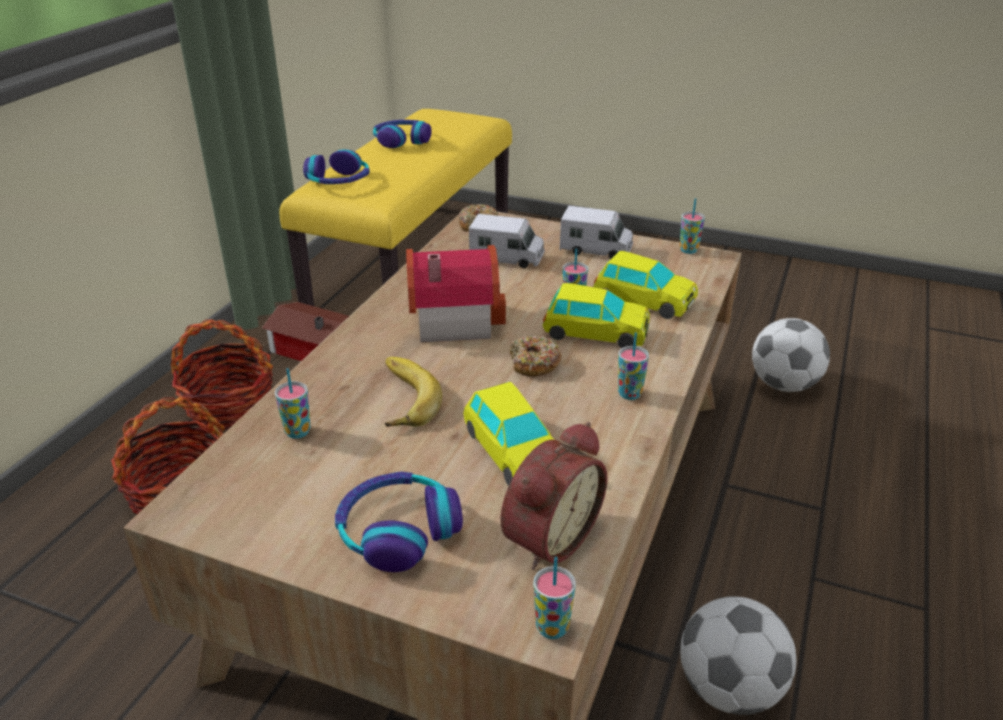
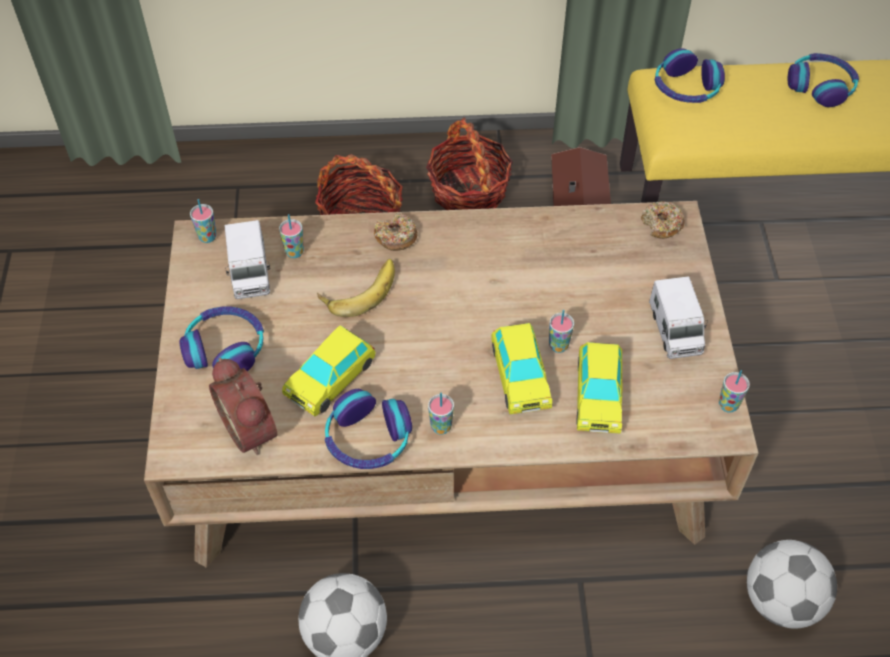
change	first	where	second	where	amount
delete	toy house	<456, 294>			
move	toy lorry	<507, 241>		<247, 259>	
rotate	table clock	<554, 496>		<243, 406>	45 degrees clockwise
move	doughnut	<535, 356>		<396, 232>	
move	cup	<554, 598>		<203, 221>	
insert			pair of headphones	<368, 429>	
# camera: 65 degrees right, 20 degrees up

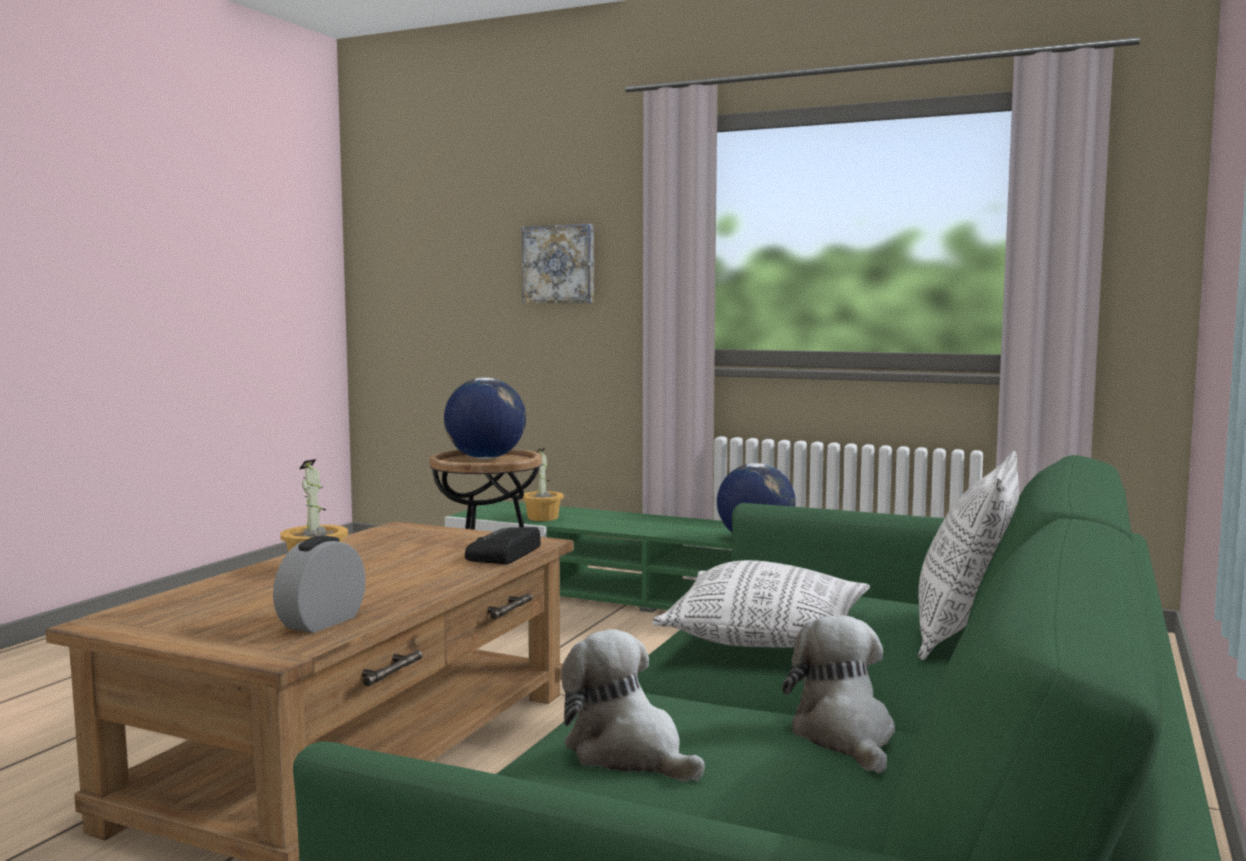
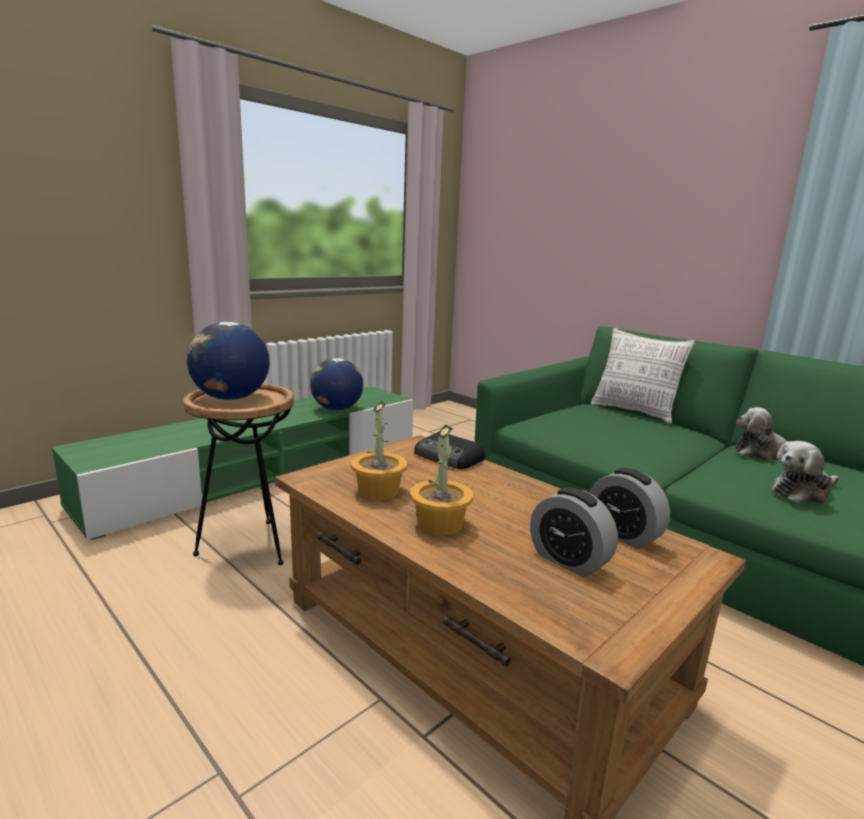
change	first	where	second	where	amount
delete	wall picture	<558, 263>			
move	plant in a pot	<543, 484>		<379, 450>	
delete	throw pillow	<761, 604>			
insert			table clock	<574, 532>	
# camera: 70 degrees left, 10 degrees up

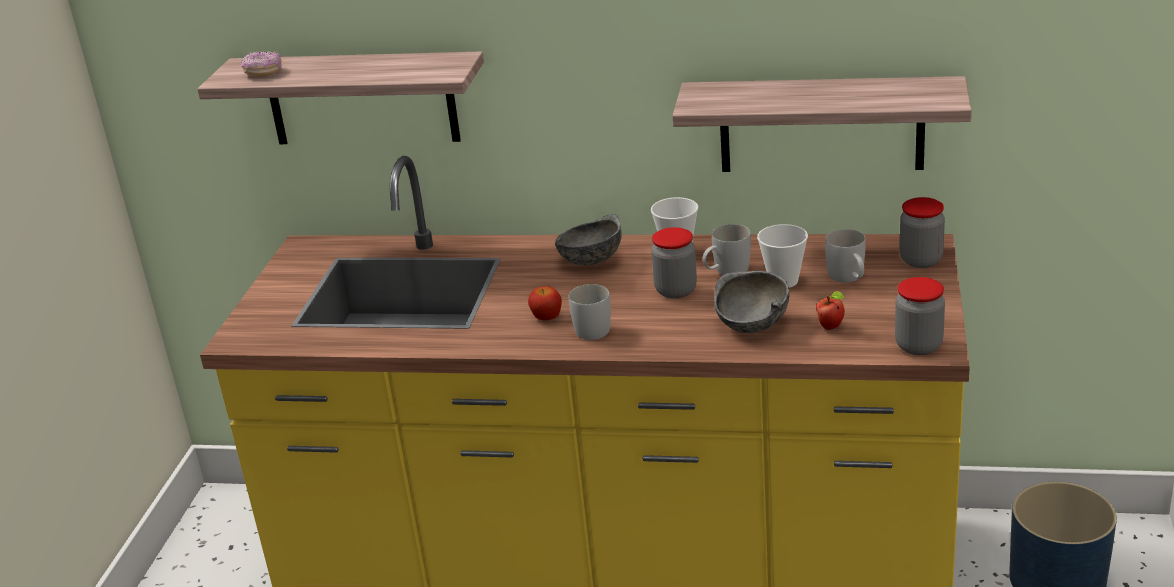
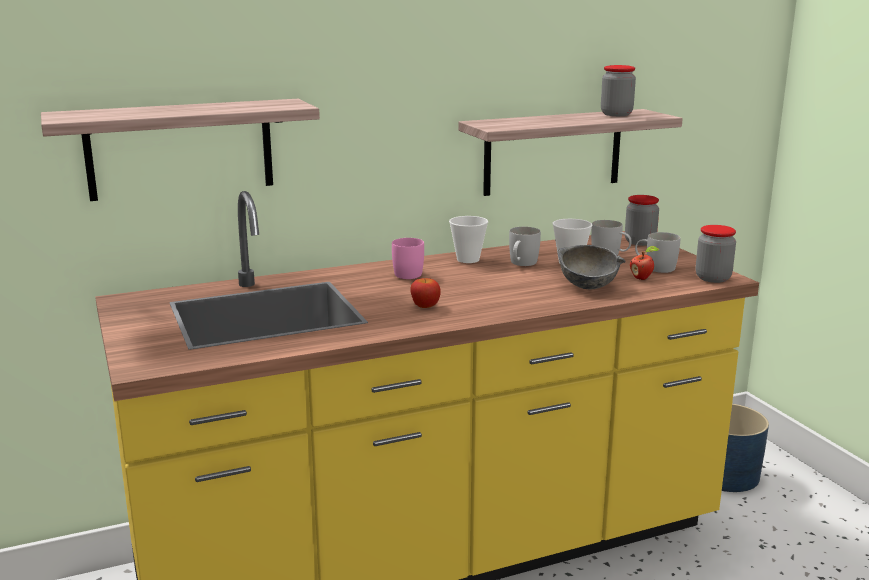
change	first	where	second	where	amount
delete	doughnut	<261, 63>			
replace	greyish bowl	<588, 240>	pink coffee mug	<408, 258>	
move	whitish coffee mug	<590, 312>		<657, 252>	
move	storage jar	<674, 263>		<618, 90>	
# camera: 35 degrees left, 10 degrees down

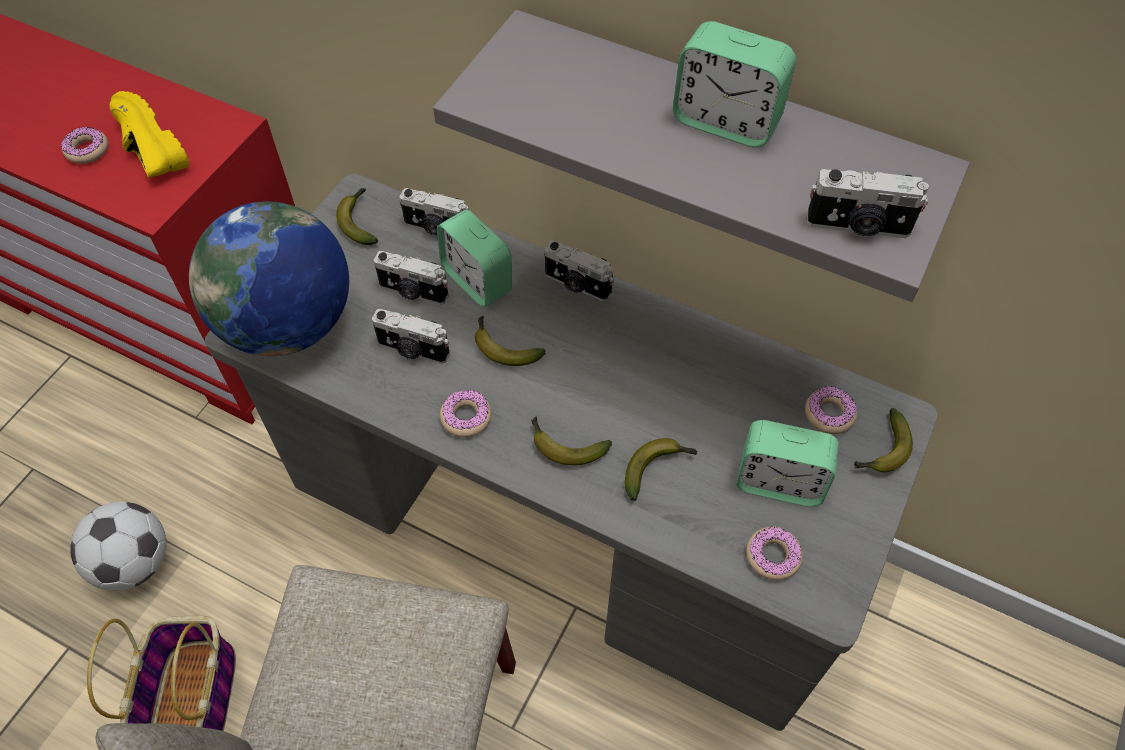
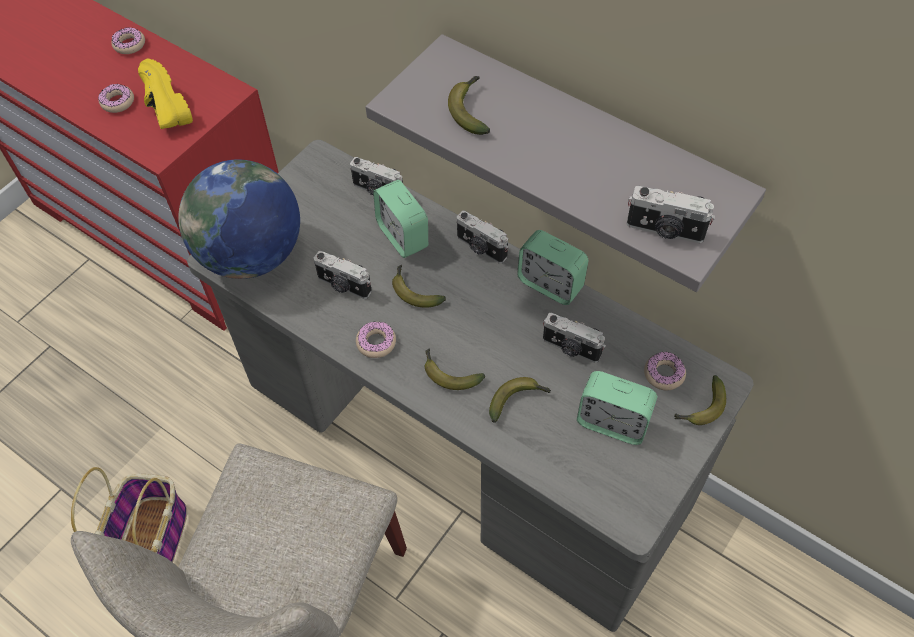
change	first	where	second	where	amount
delete	football ball	<118, 546>			
move	banana	<357, 216>		<469, 105>	
move	photo camera	<411, 278>		<574, 338>	
move	table clock	<734, 84>		<553, 267>	
move	doughnut	<774, 553>		<128, 41>	
# camera: 10 degrees right, 0 degrees up

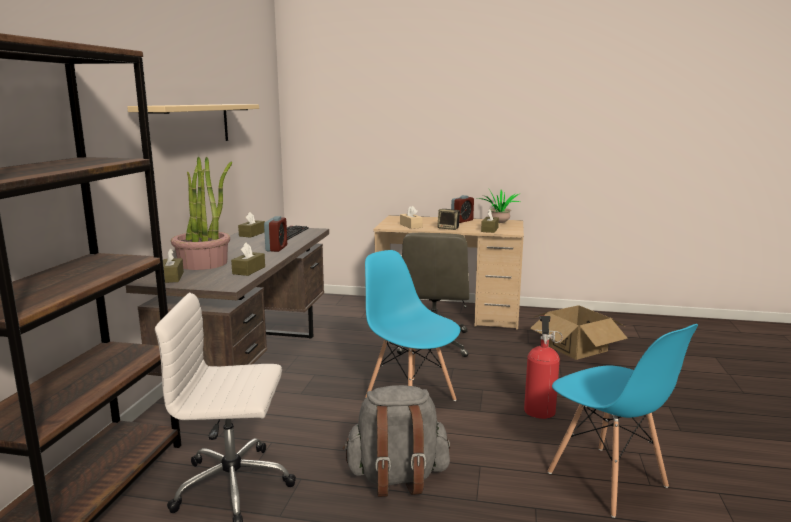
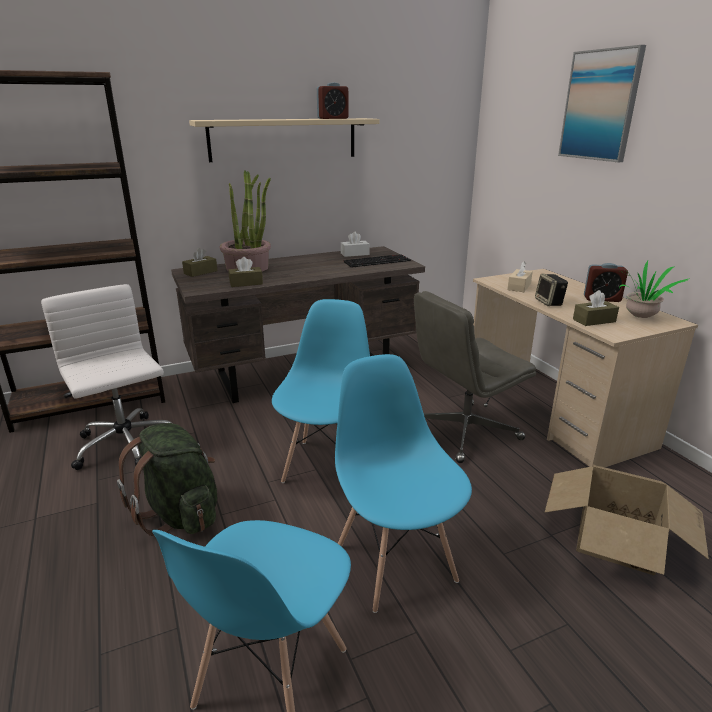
change	first	where	second	where	amount
recolor	brown-coloured tissue box	<251, 225>	whitish tissue box	<355, 244>	
move	table clock	<275, 234>		<333, 100>	
recolor	greyish backpack	<396, 441>	green-coloured backpack	<167, 479>	
replace	fire-fighting cylinder	<543, 367>	blue plain chair	<403, 483>	
insert			wall picture	<602, 103>	
# camera: 55 degrees right, 10 degrees up

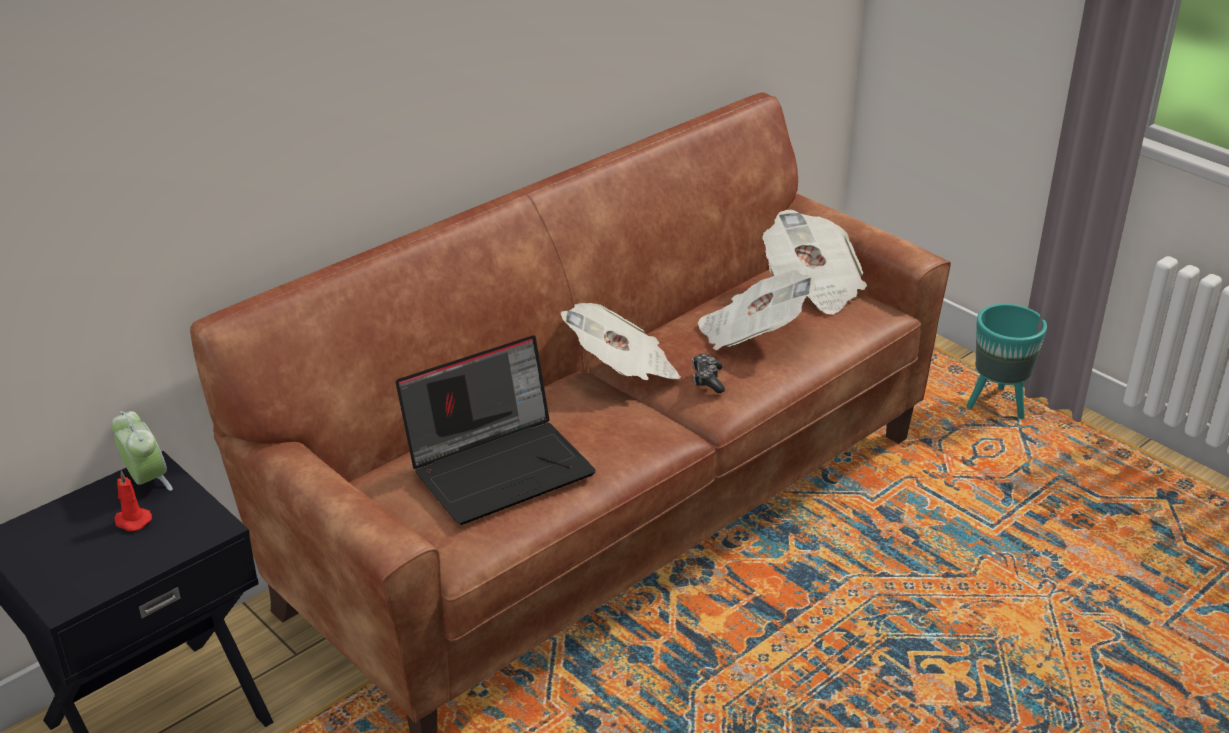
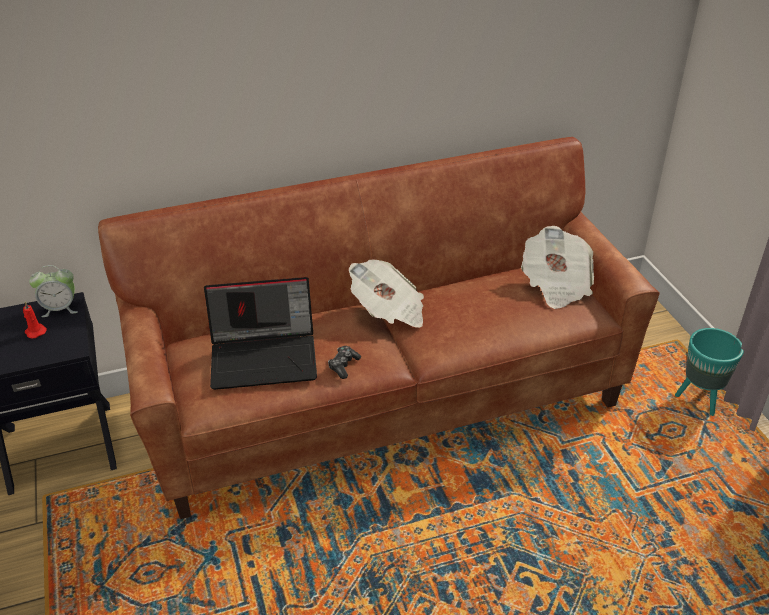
change	first	where	second	where	amount
rotate	table clock	<142, 451>		<53, 291>	90 degrees clockwise
move	gamepad	<708, 373>		<344, 362>	
delete	daily paper	<756, 310>			
# camera: 25 degrees right, 5 degrees up

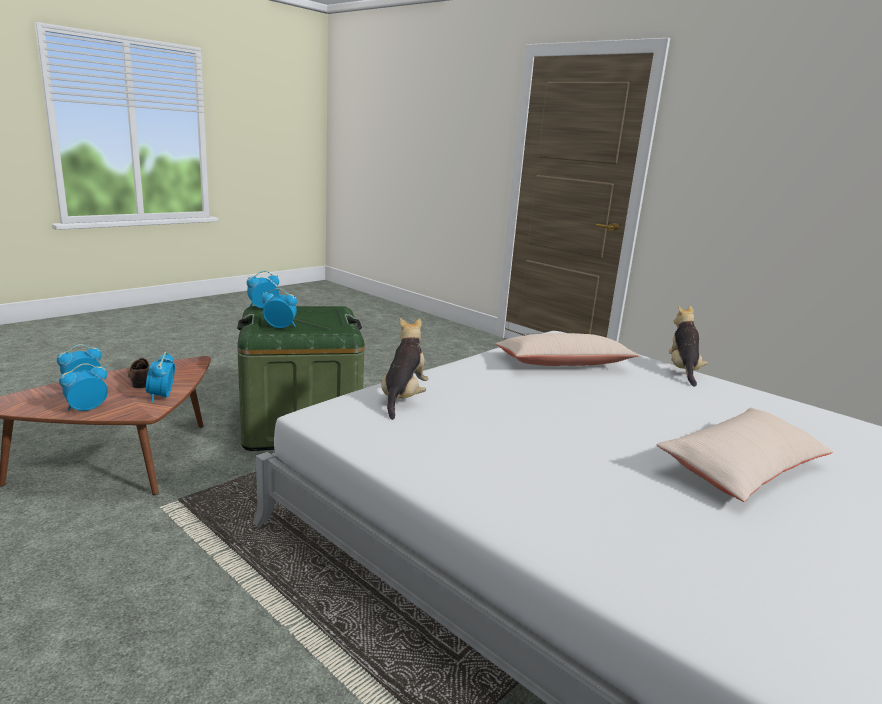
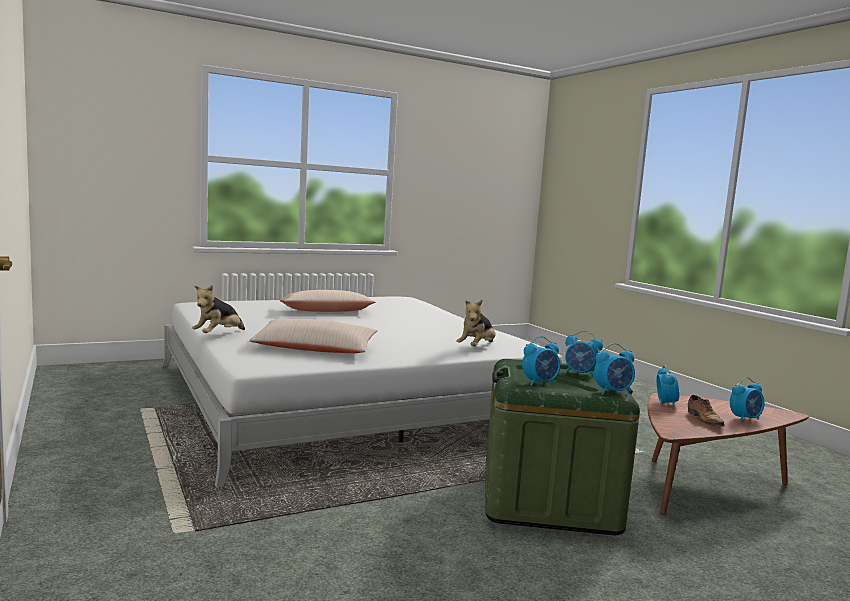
change	first	where	second	where	amount
move	table clock	<83, 387>		<541, 361>	
# camera: 160 degrees left, 10 degrees down

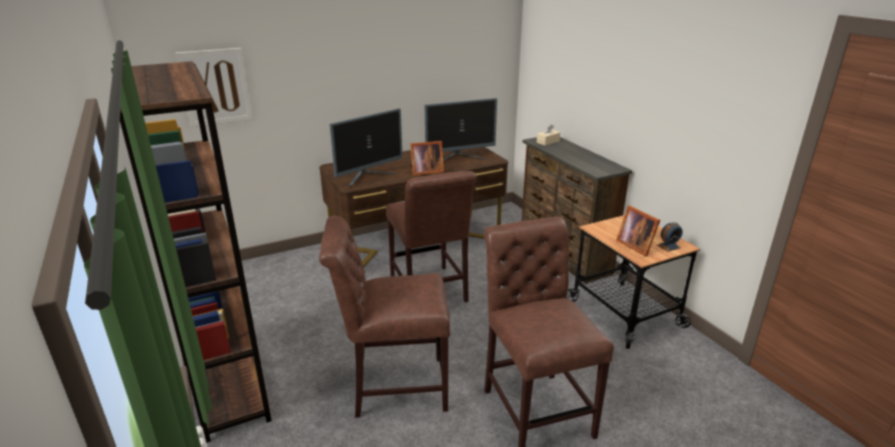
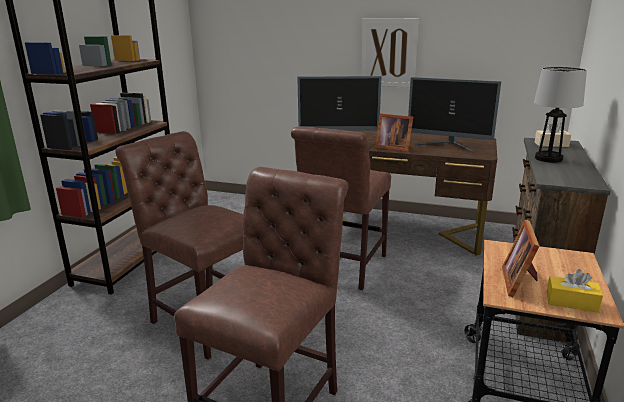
change	first	where	second	where	amount
move	wall picture	<214, 87>		<390, 53>	
replace	table clock	<670, 237>	yellowish tissue box	<574, 291>	
insert			table lamp	<560, 115>	
# camera: 45 degrees right, 5 degrees down

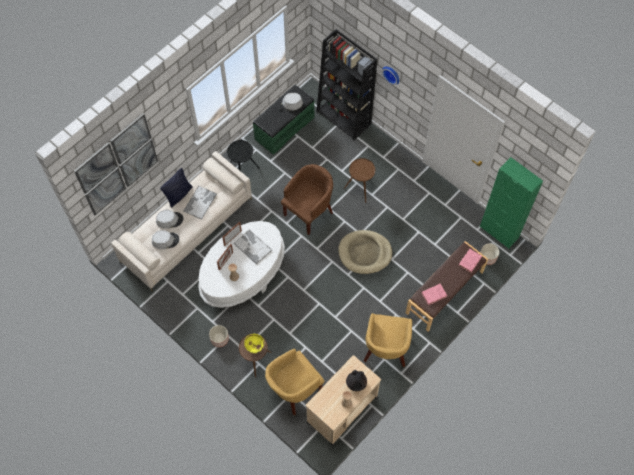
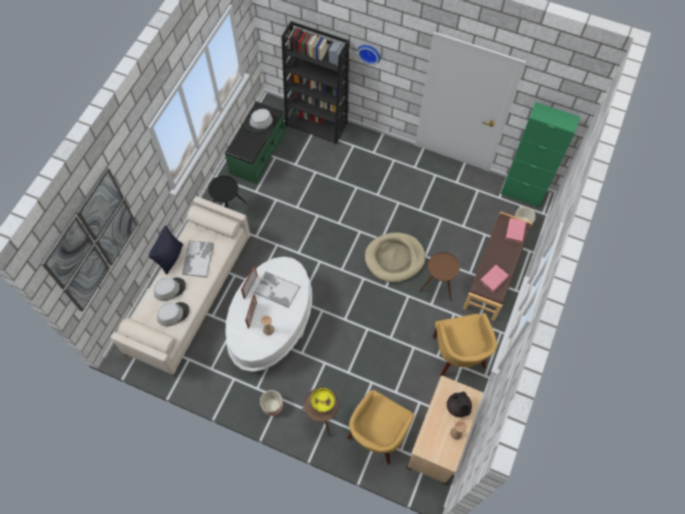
change	first	where	second	where	amount
delete	brown-coloured lounge chair	<307, 199>			
move	brown-coloured accent table	<359, 180>		<440, 276>	
# camera: 20 degrees left, 0 degrees up

